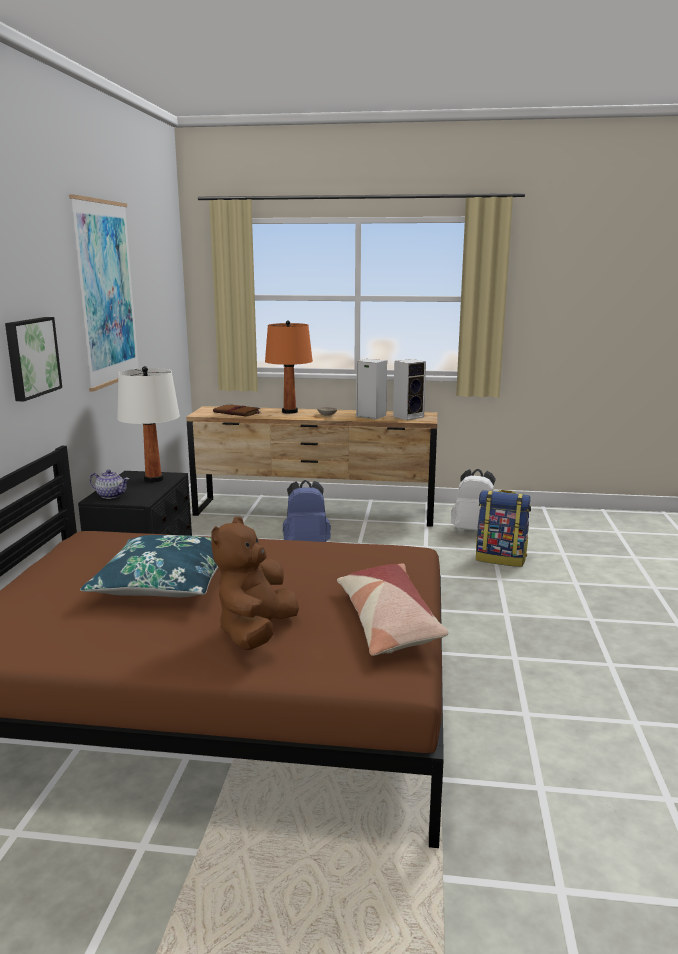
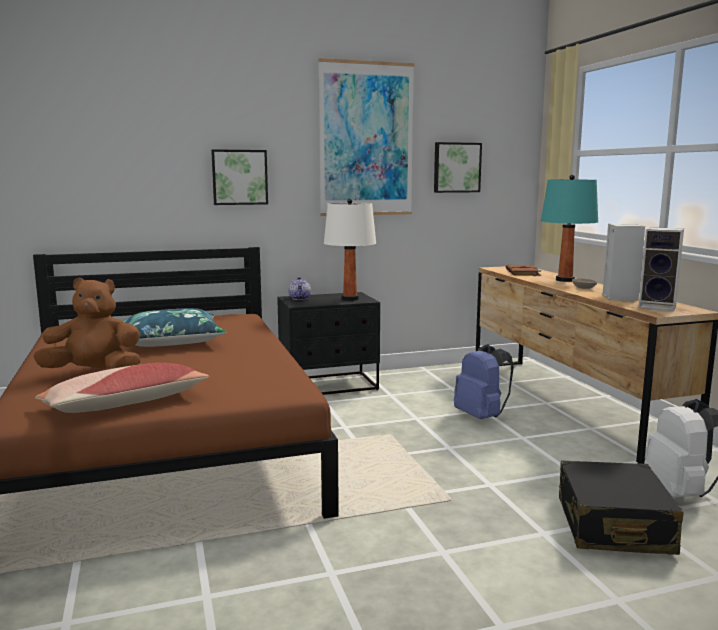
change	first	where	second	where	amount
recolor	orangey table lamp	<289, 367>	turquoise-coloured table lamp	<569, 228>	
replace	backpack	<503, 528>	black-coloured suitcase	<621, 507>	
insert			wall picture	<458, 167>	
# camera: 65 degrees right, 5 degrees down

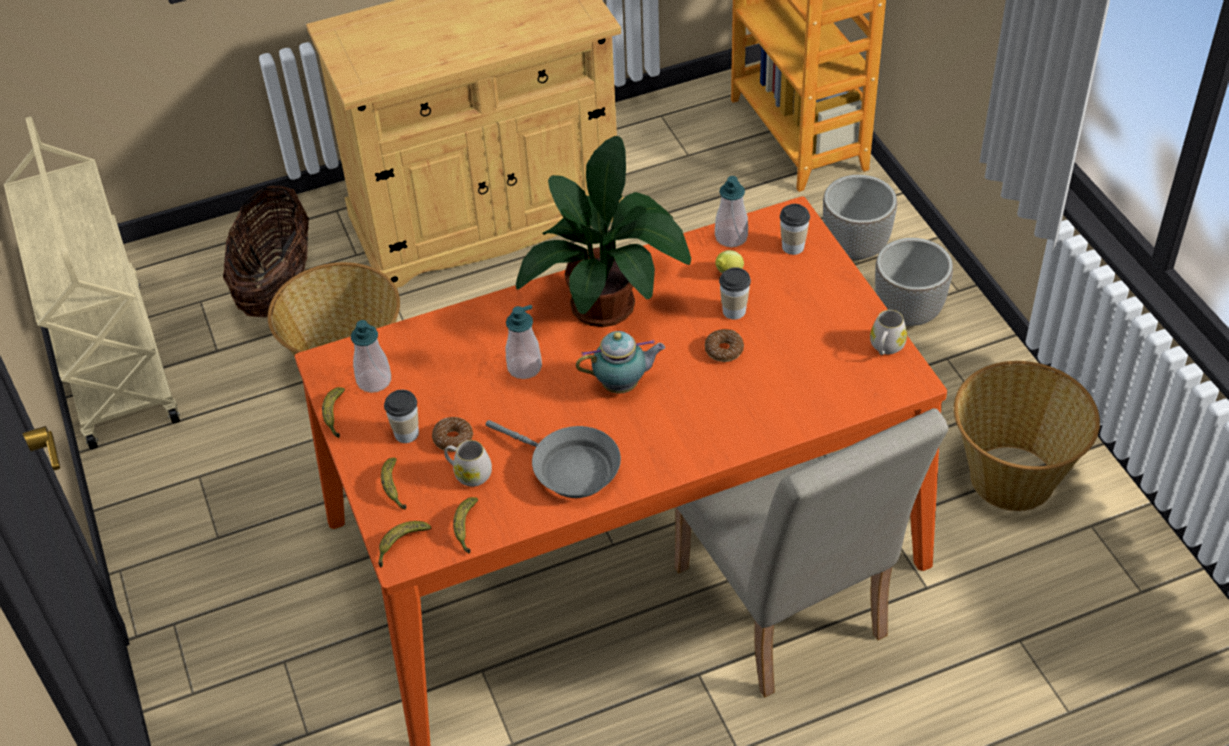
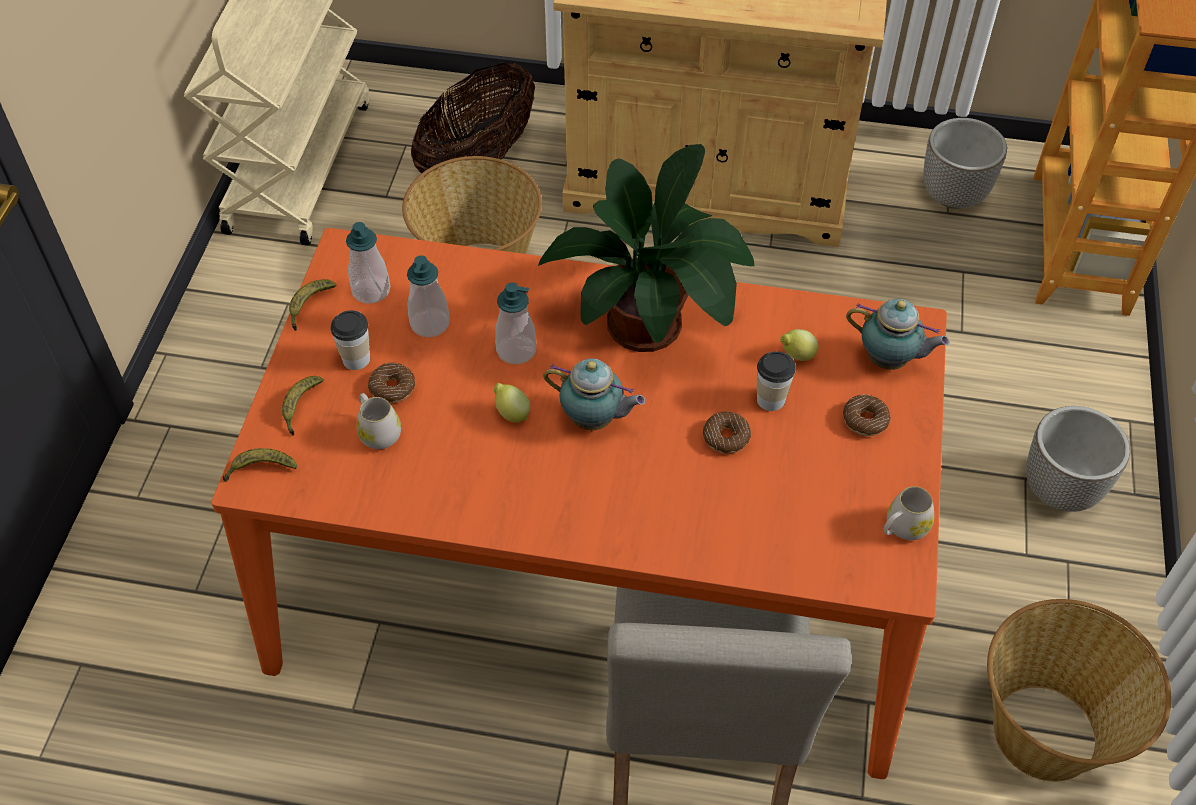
change	first	where	second	where	amount
delete	banana	<465, 525>			
delete	greyish pan	<553, 459>			
move	soap dispenser	<731, 211>		<428, 296>	
replace	cup	<795, 229>	pot for tea	<897, 334>	
move	plant pot	<860, 217>		<965, 163>	
insert			citrus fruit	<512, 403>	
insert			doughnut	<866, 415>	
# camera: 30 degrees right, 5 degrees up

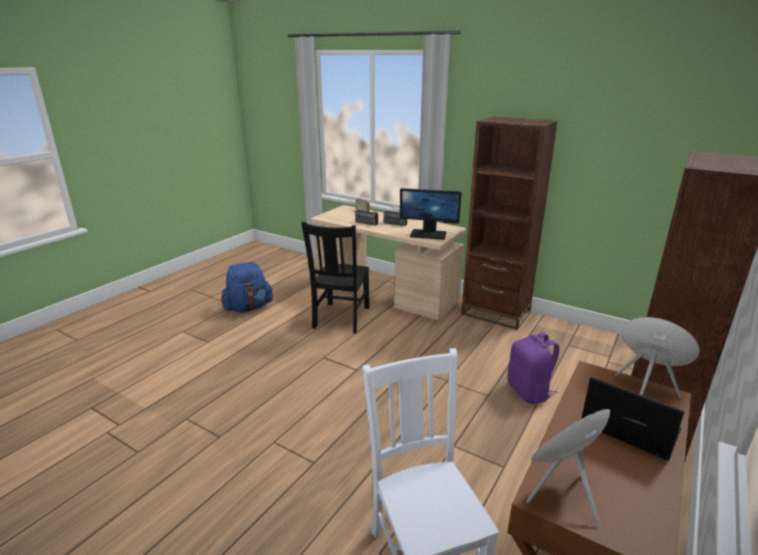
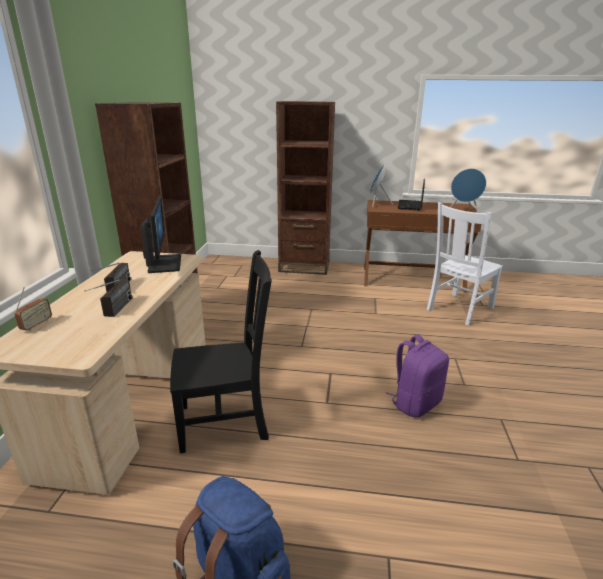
change	first	where	second	where	amount
move	purplish backpack	<533, 368>		<417, 376>	
# camera: 115 degrees left, 0 degrees up

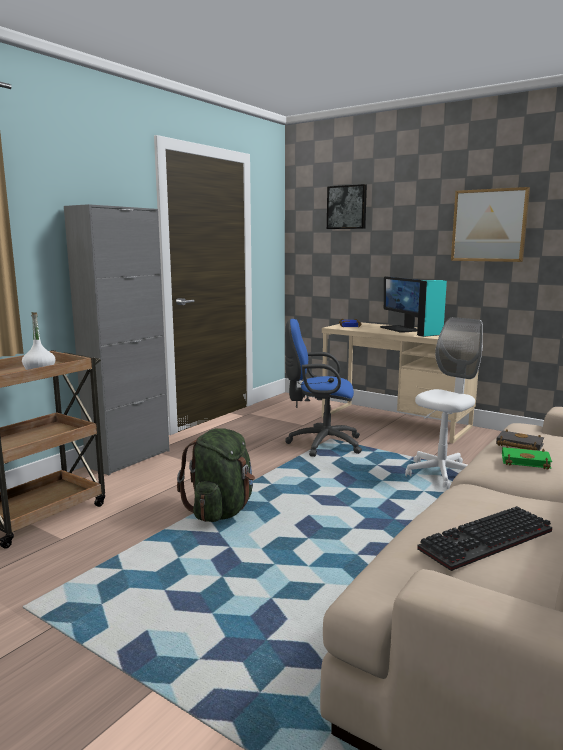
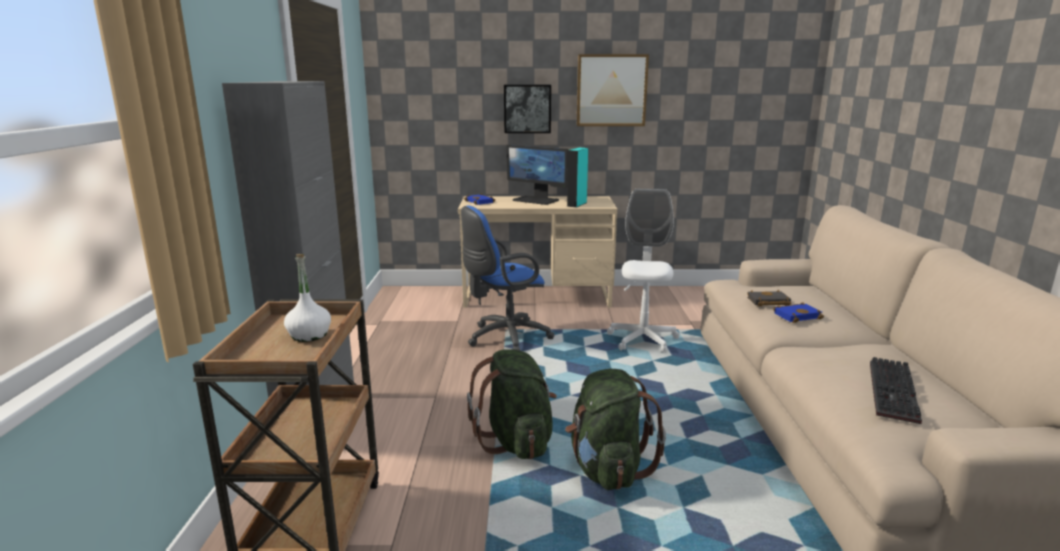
change	first	where	second	where	amount
move	wall picture	<347, 206>		<527, 109>	
recolor	green-coloured volume	<527, 457>	blue volume	<798, 312>	
insert			green-coloured backpack	<615, 429>	
# camera: 35 degrees left, 5 degrees up

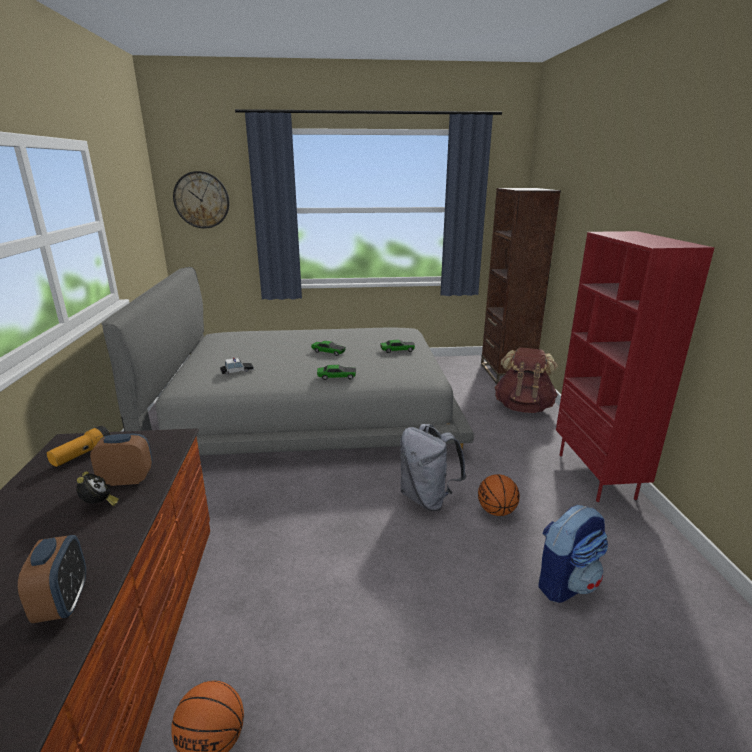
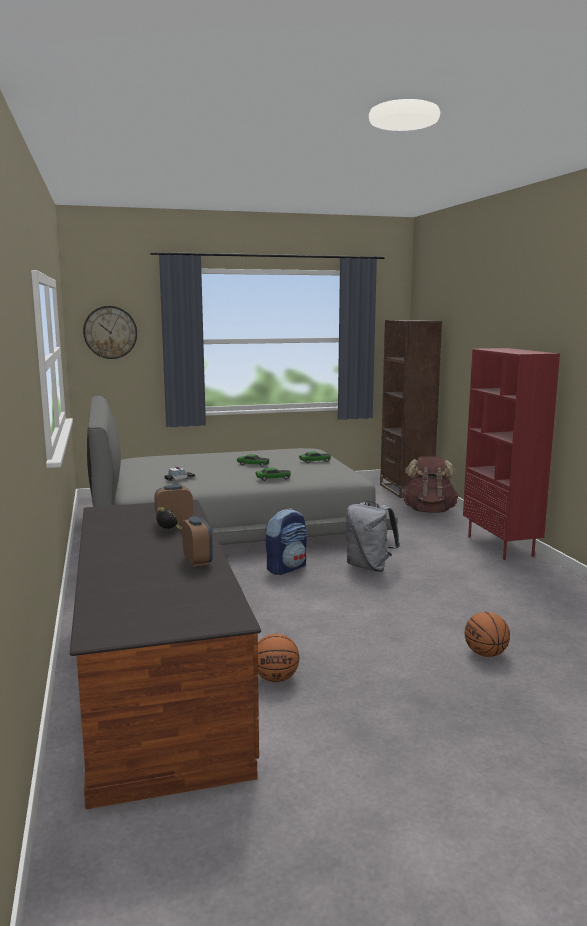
change	first	where	second	where	amount
delete	torch	<78, 446>			
move	basketball ball	<499, 495>		<487, 634>	
move	backpack	<573, 554>		<286, 542>	
# camera: 10 degrees left, 10 degrees down

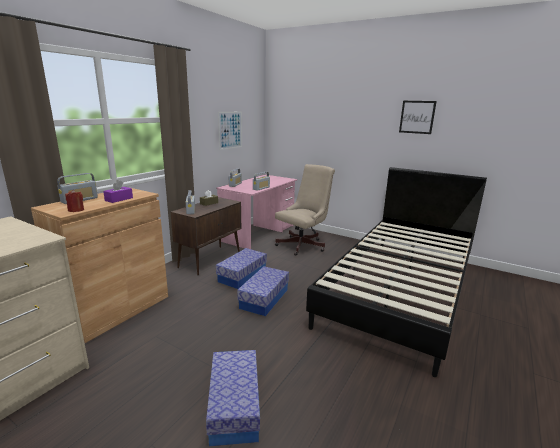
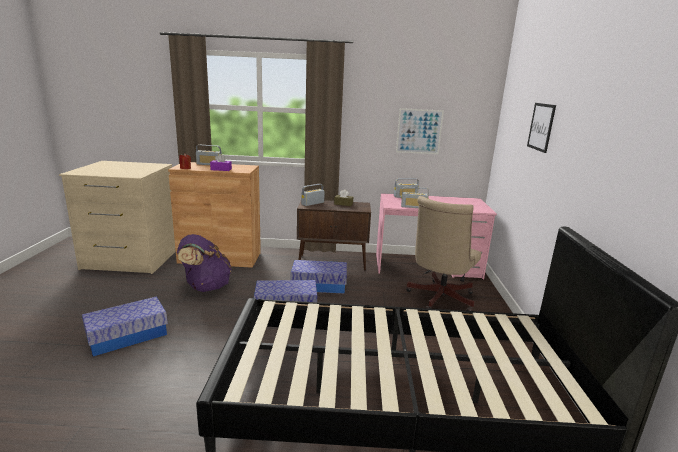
change	first	where	second	where	amount
rotate	beige office chair	<305, 210>		<443, 253>	105 degrees clockwise
move	wall picture	<418, 117>		<541, 128>	
insert			purplish backpack	<204, 263>	
# camera: 60 degrees right, 0 degrees up

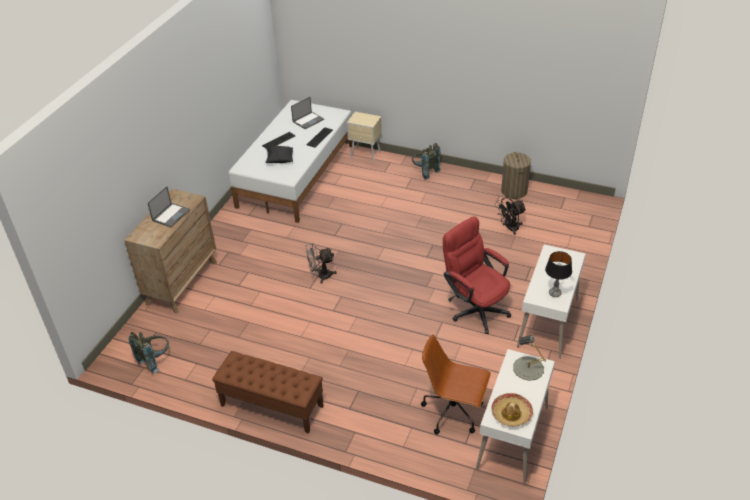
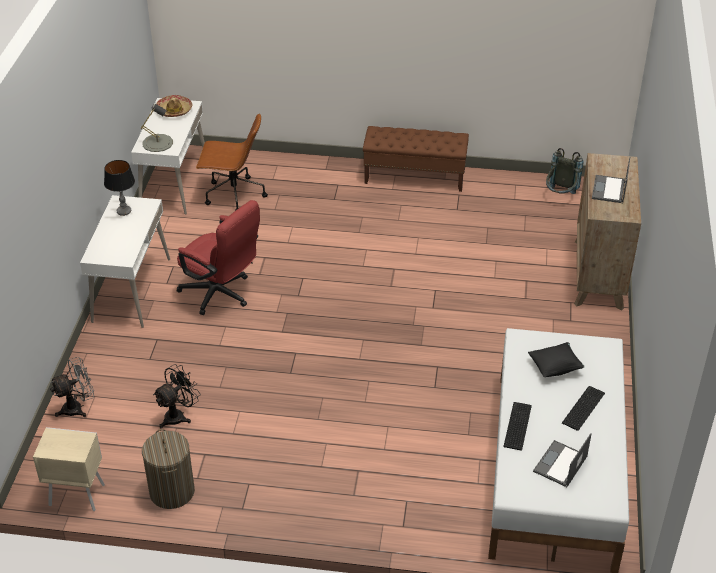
change	first	where	second	where	amount
move	greyish fan	<321, 263>		<72, 387>	
move	beige nightstand	<364, 137>		<69, 469>	
delete	greyish backpack	<426, 161>			
# camera: 165 degrees right, 0 degrees up

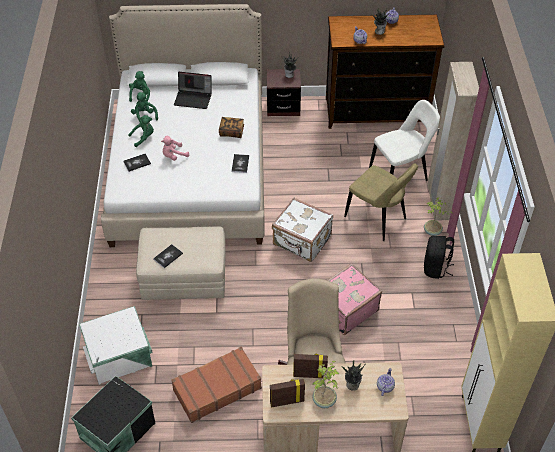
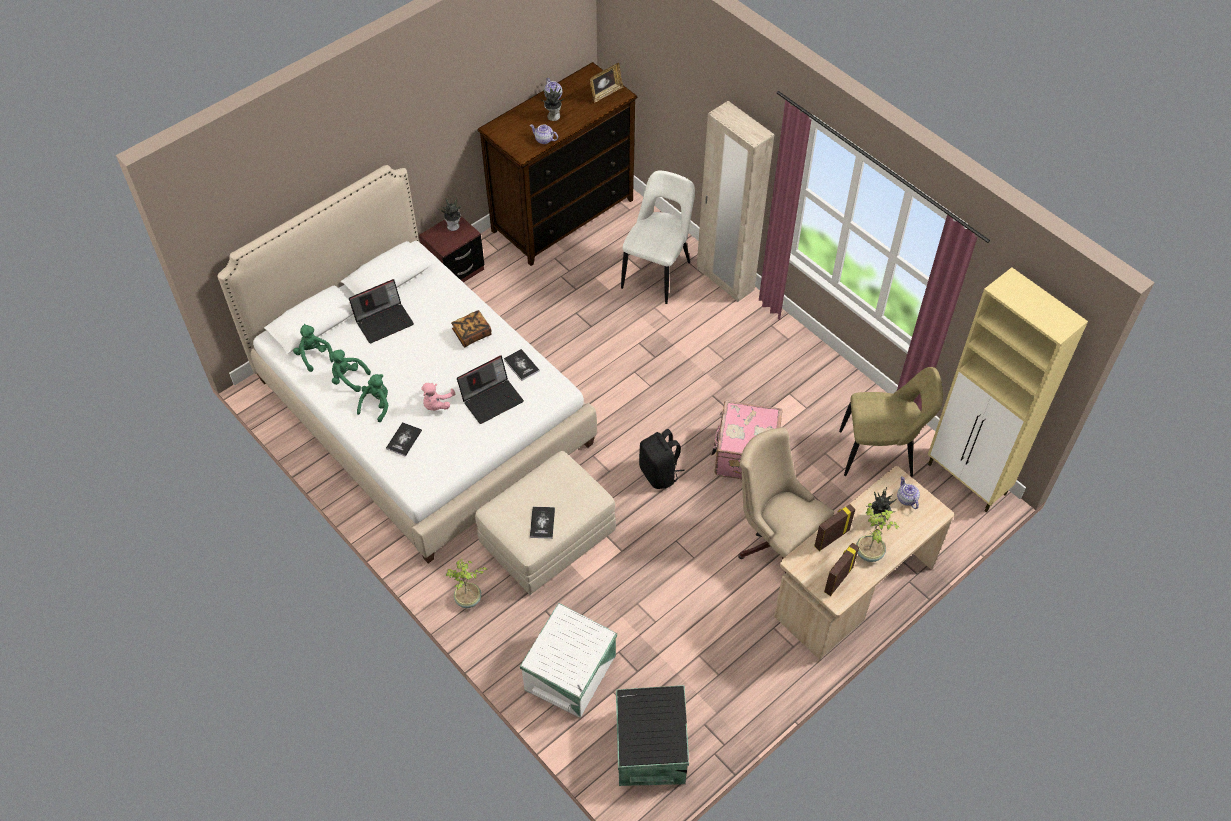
change	first	where	second	where	amount
delete	brown-coloured suitcase	<216, 385>			
delete	whitish suitcase	<302, 230>			
move	beige plain chair	<381, 202>		<891, 422>	
move	plant in a pot	<438, 216>		<466, 583>	
move	black-coloured backpack	<439, 257>		<662, 459>	
insert			portable computer	<490, 390>	
insert			photo frame	<606, 83>	
# camera: 40 degrees left, 5 degrees up

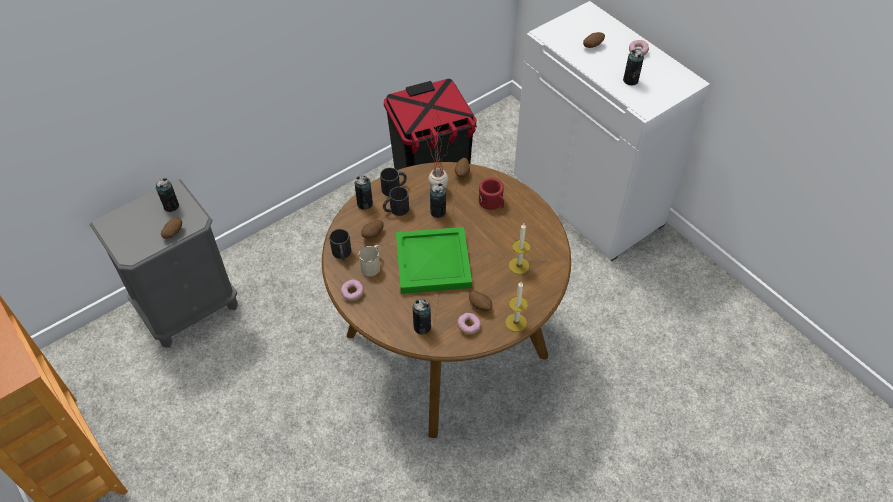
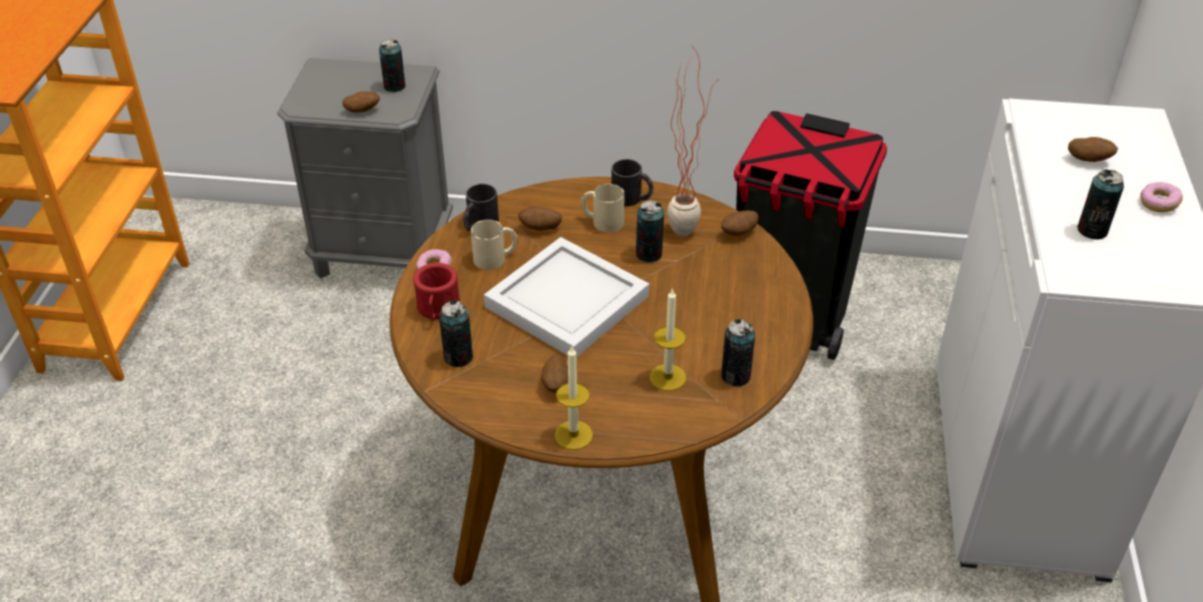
change	first	where	second	where	amount
move	metal can	<364, 193>		<738, 352>	
recolor	black-coloured coffee mug	<396, 201>	beige coffee mug	<603, 208>	
recolor	green-coloured carrying tray	<434, 260>	whitish carrying tray	<566, 297>	
delete	doughnut	<469, 324>			
move	red coffee mug	<491, 194>		<436, 292>	
# camera: 45 degrees right, 10 degrees down

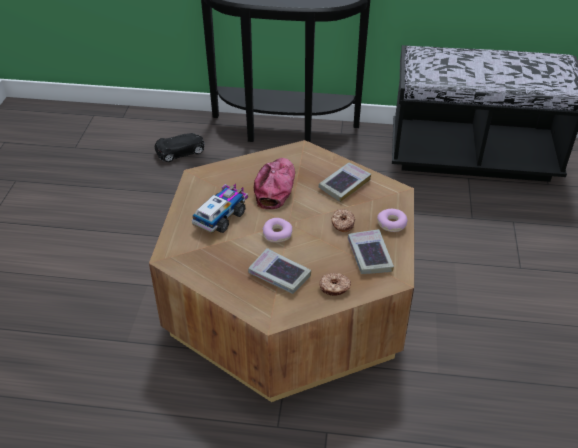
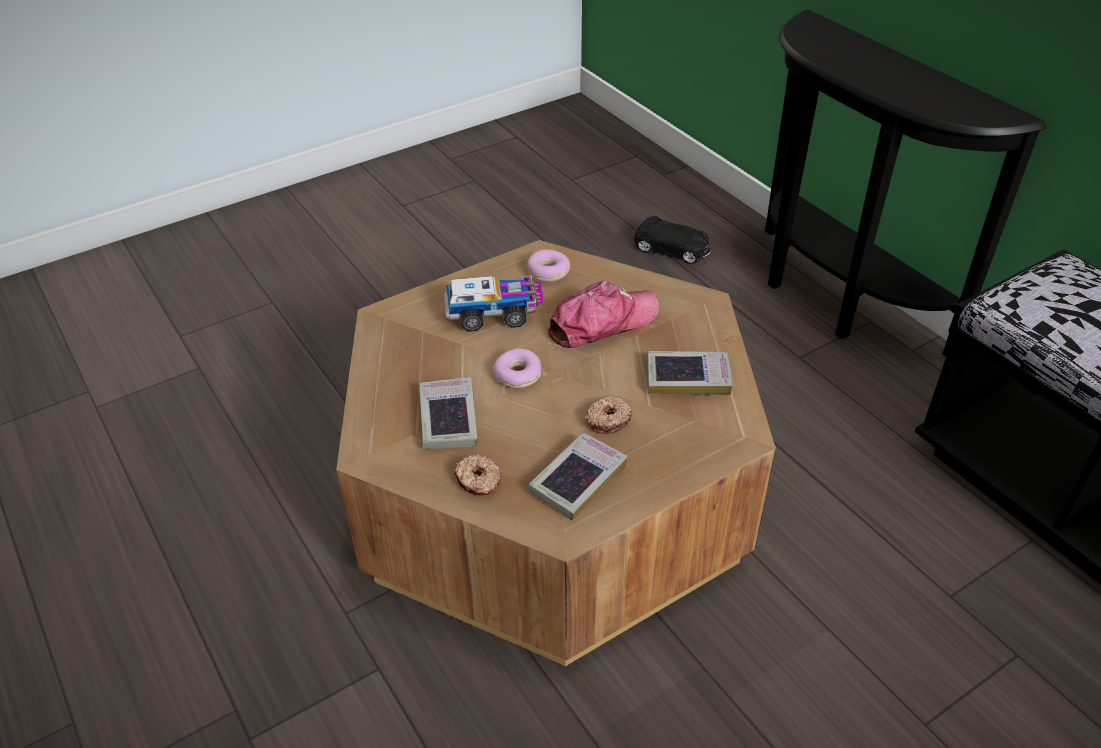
change	first	where	second	where	amount
move	doughnut	<392, 220>		<548, 265>	
# camera: 50 degrees right, 0 degrees up

